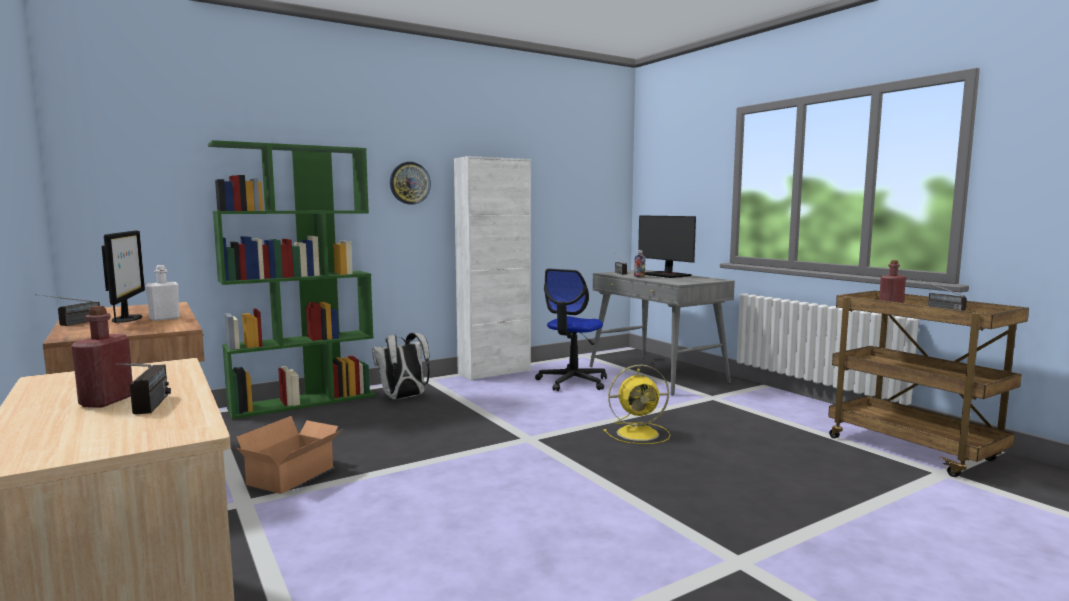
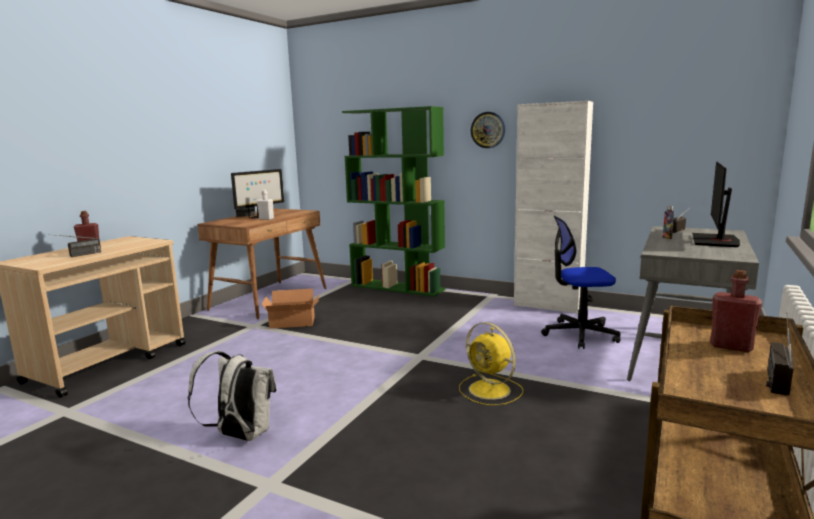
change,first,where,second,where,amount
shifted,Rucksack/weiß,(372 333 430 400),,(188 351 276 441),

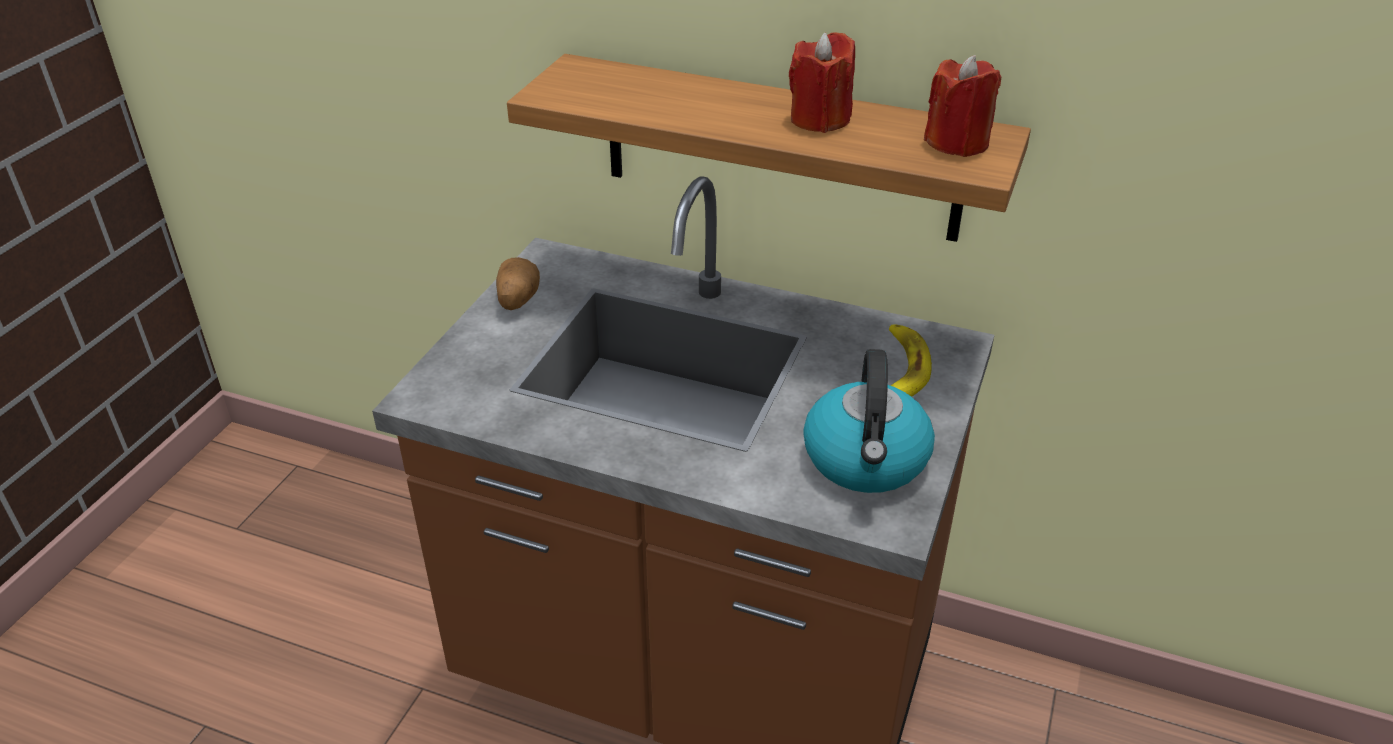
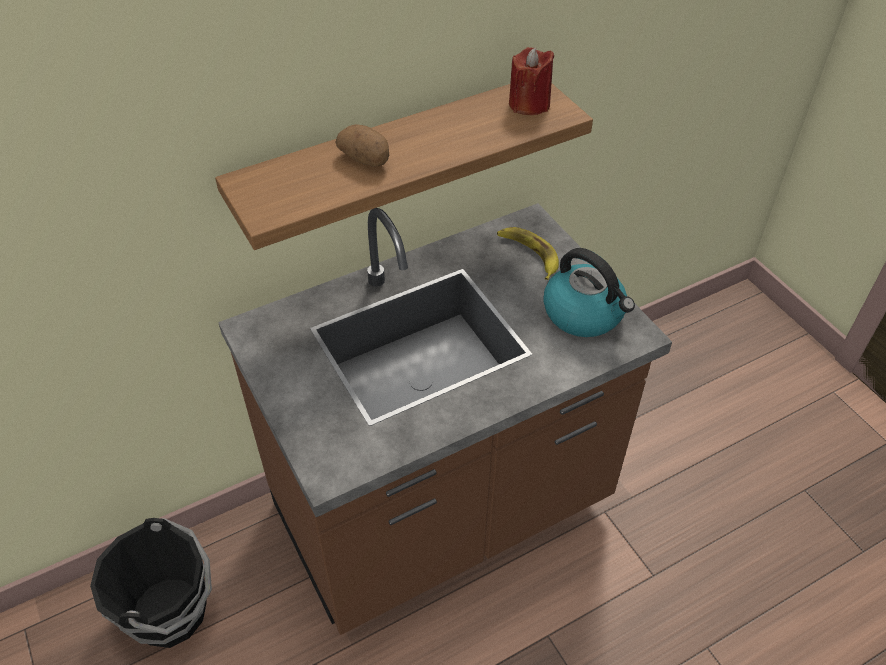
change,first,where,second,where,amount
gone,Kerze/rot,(789 32 855 133),,,
new,,,Eimer/schwarz,(90 518 212 648),
shifted,Kartoffel,(496 257 540 310),,(335 124 389 167),

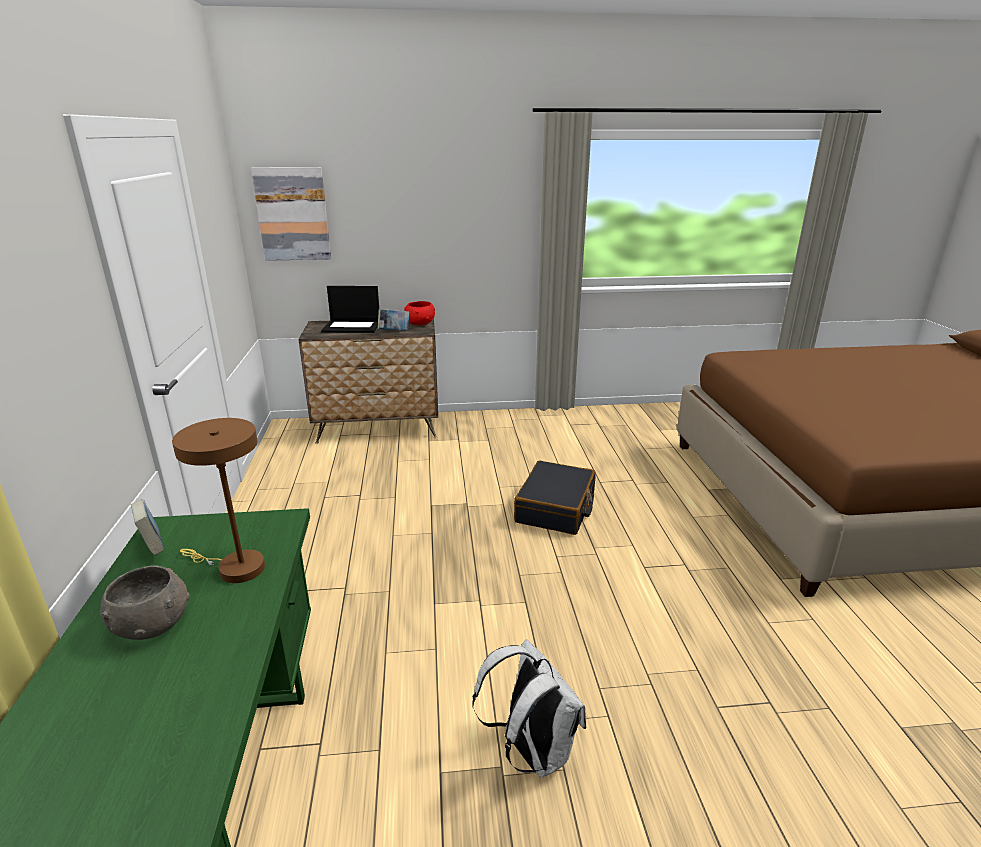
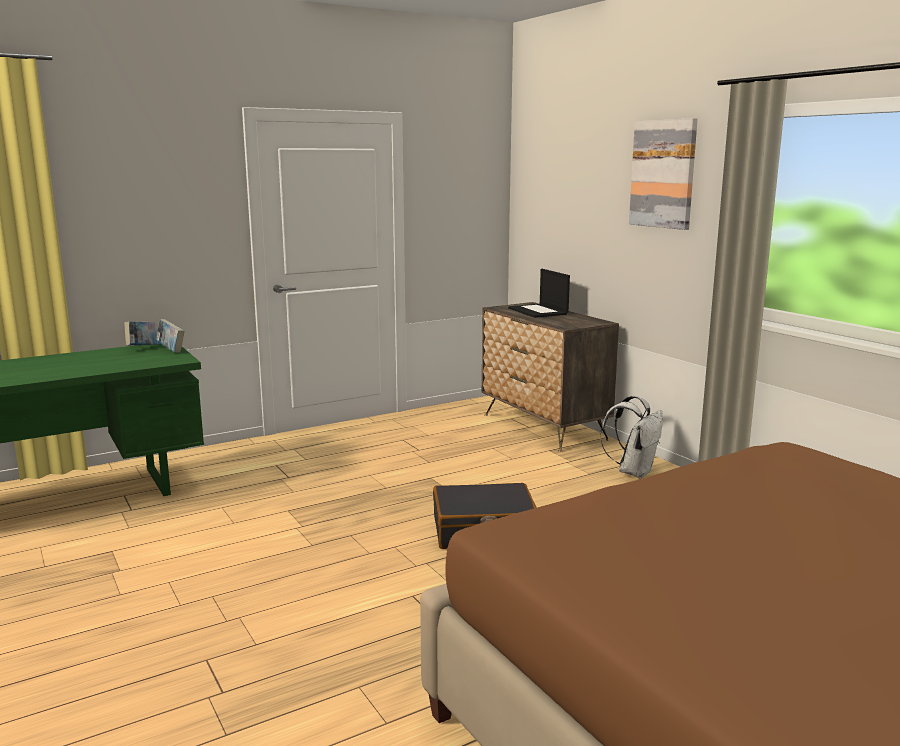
change,first,where,second,where,amount
gone,Schüssel/grau,(100 566 190 640),,,
gone,Tischlampe/braun,(172 418 265 583),,,
gone,Schüssel/rot,(404 301 435 325),,,
shifted,Bild,(251 167 331 261),,(629 118 698 230),
shifted,Buch,(378 309 410 331),,(156 319 185 353),
shifted,Rucksack/weiß,(472 639 586 777),,(600 396 663 478),

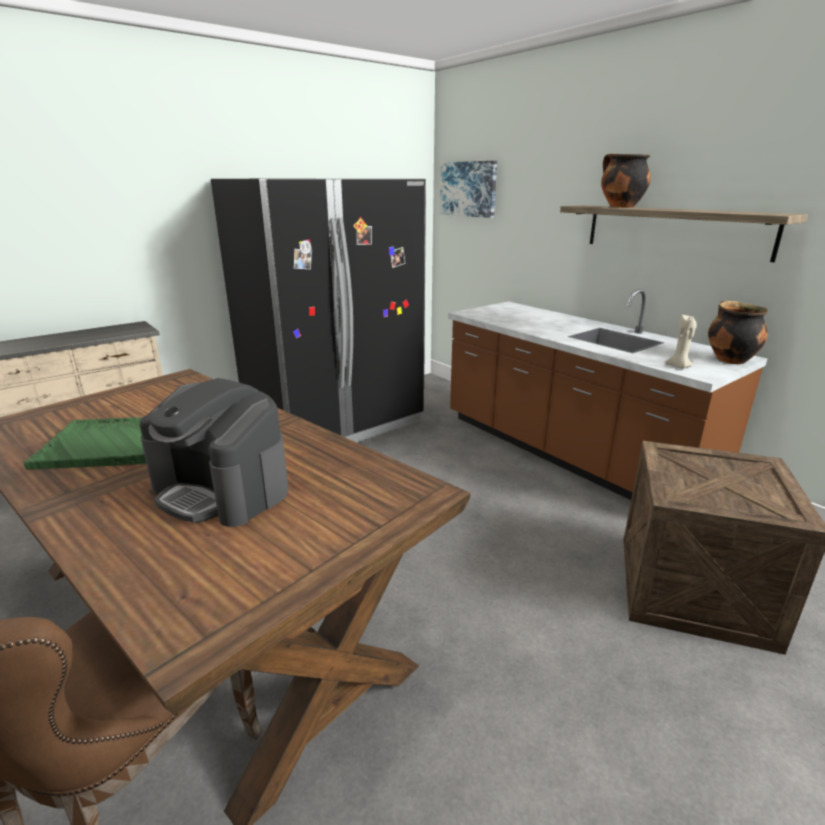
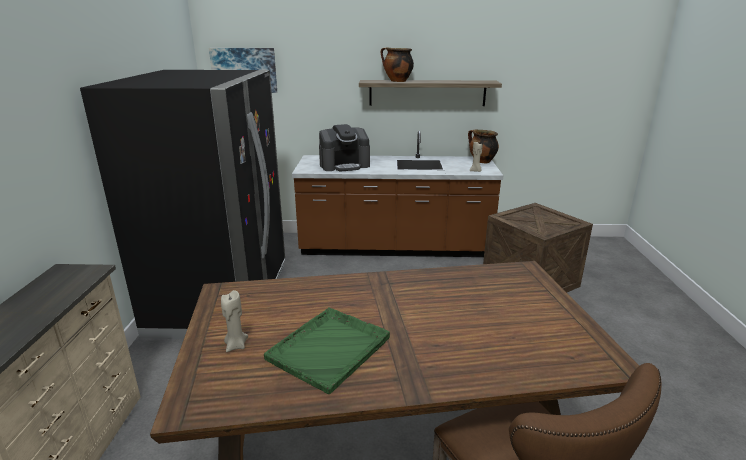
change,first,where,second,where,amount
new,,,Kerze/beige,(221 290 248 352),
shifted,Kaffeemaschine,(140 378 289 527),,(319 124 370 172),

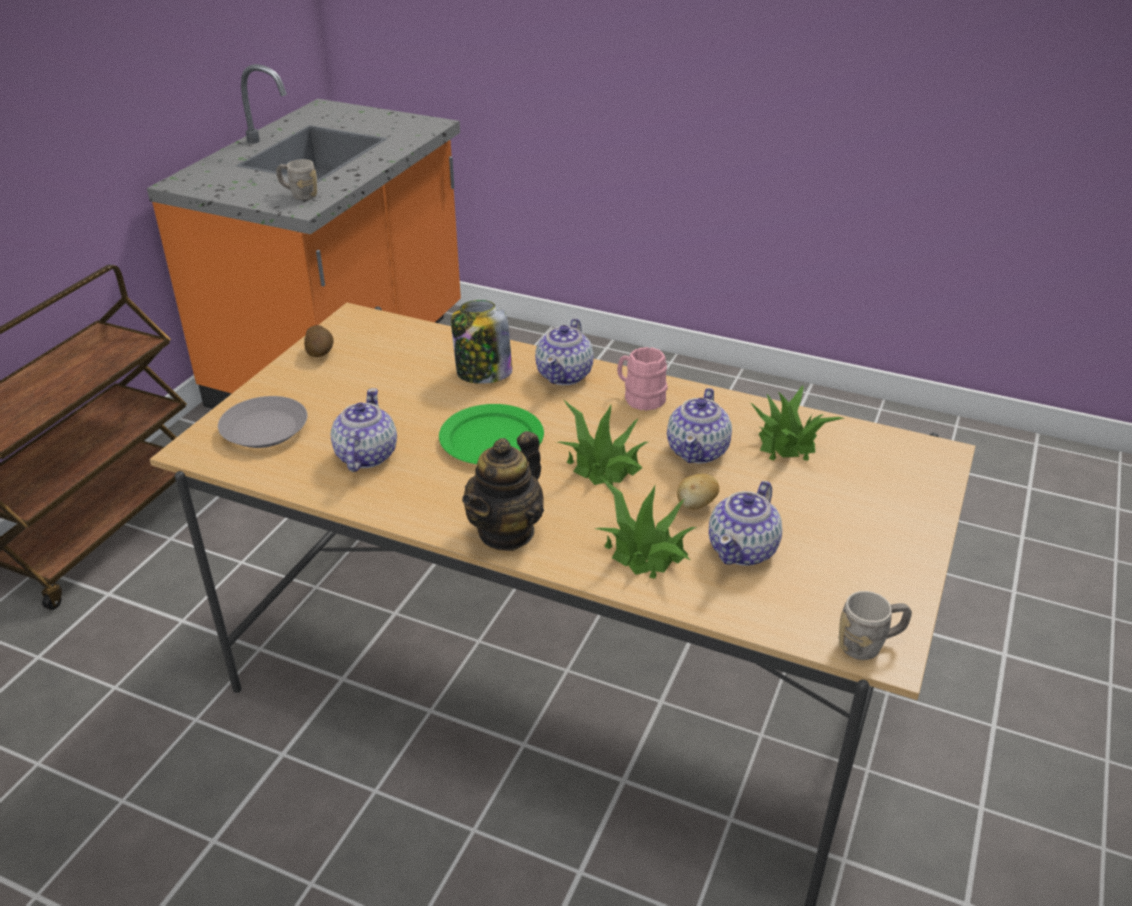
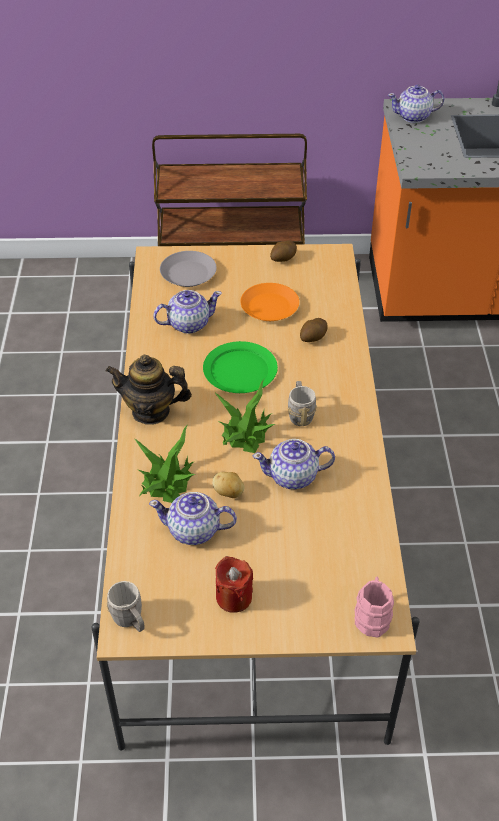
change,first,where,second,where,amount
gone,Topfpflanze,(749 385 844 461),,,
new,,,Kerze/rot,(215 556 253 613),
new,,,Teller/orange,(240 283 299 321),
shifted,Henkelbecher/grau,(276 159 317 200),,(288 381 317 426),
shifted,Teekanne,(535 318 594 385),,(388 85 444 123),
shifted,Henkelbecher/rosa,(617 347 668 411),,(355 577 394 638),
swapped,Vorratsglas,(451 300 512 384),Kartoffel,(300 318 327 342),

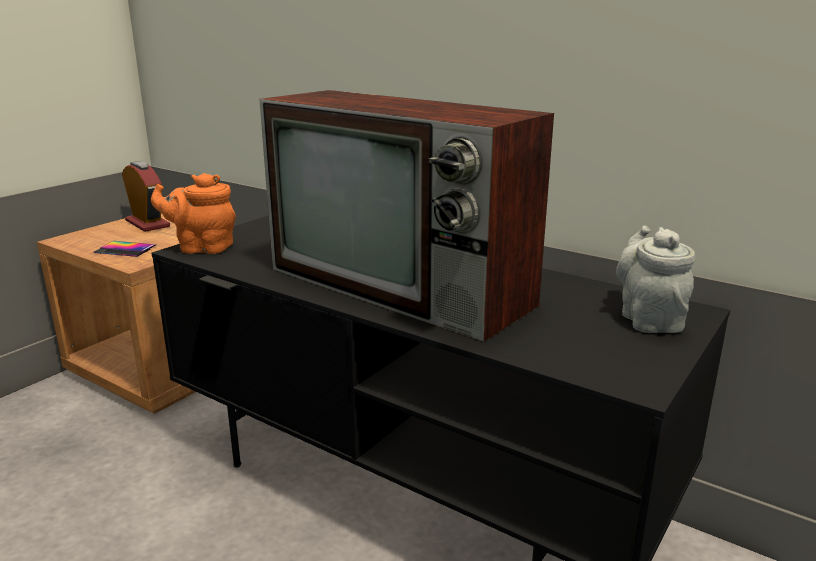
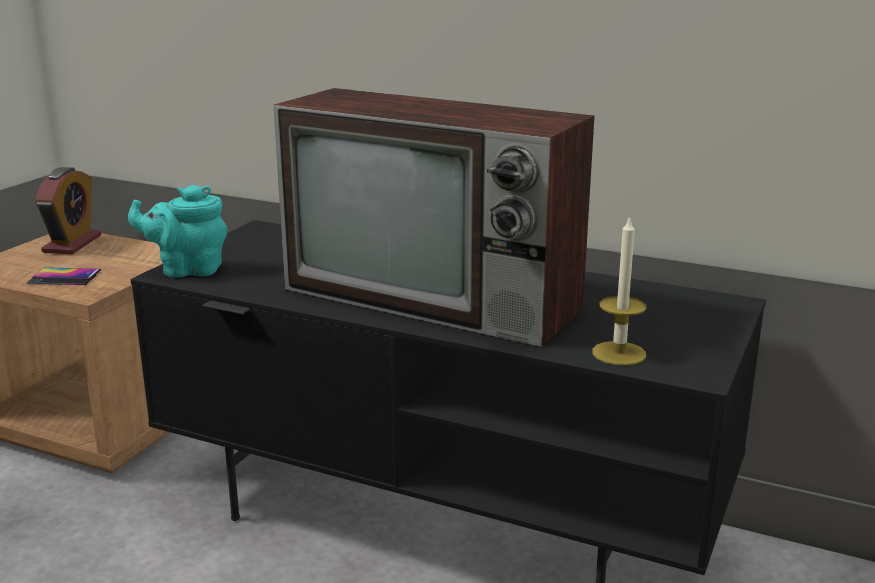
change,first,where,second,where,amount
gone,Teekanne/grau,(616 226 695 333),,,
new,,,Kerze,(592 216 646 366),
repainted,Teekanne/orange,(151 173 236 254),Teekanne/türkis,(128 185 228 278),
rotated,Wecker,(122 161 170 232),,(35 167 101 254),60 degrees clockwise

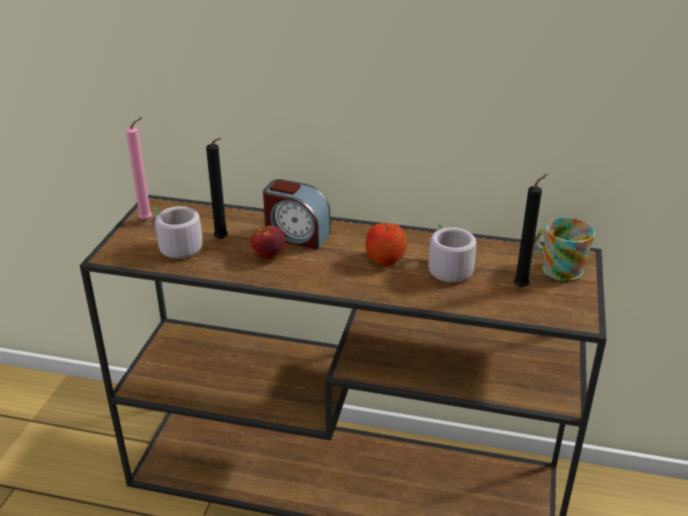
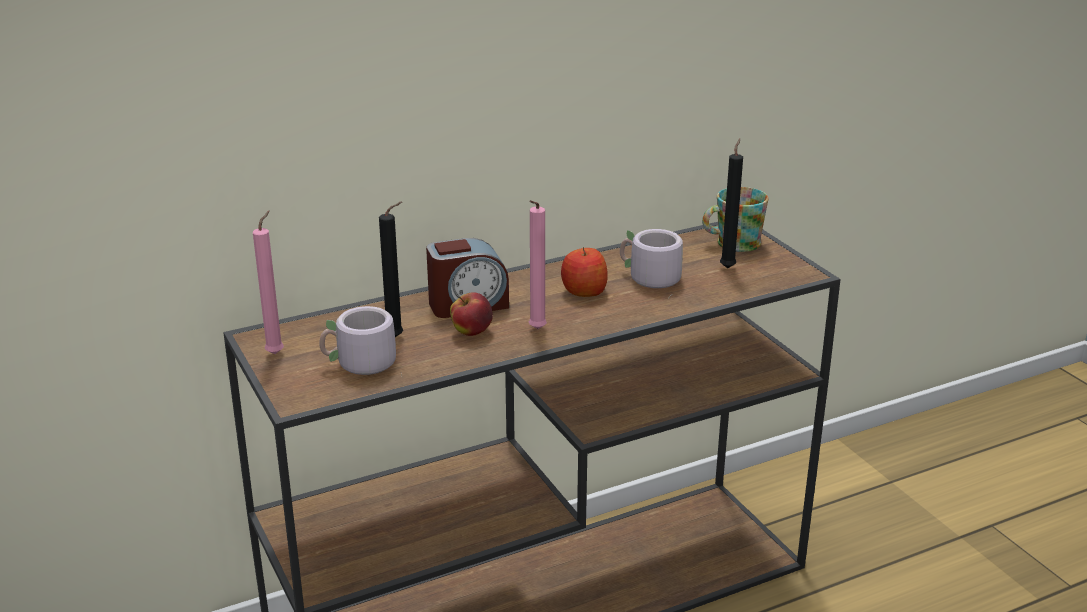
change,first,where,second,where,amount
new,,,Kerze/rosa,(529 200 547 329),

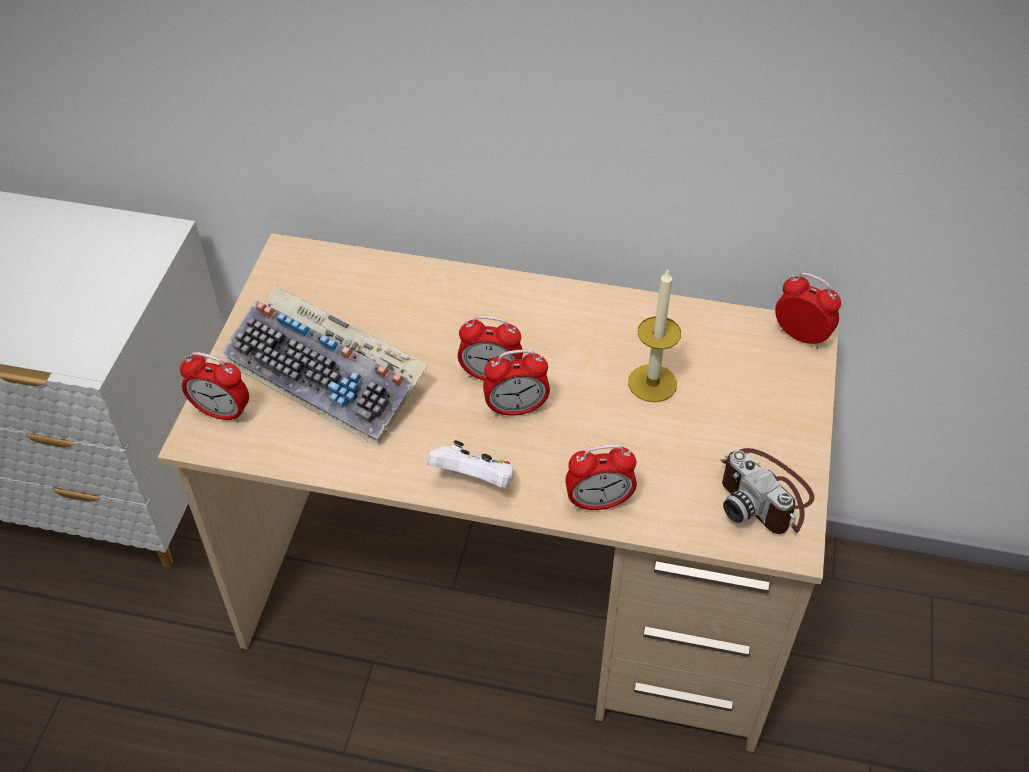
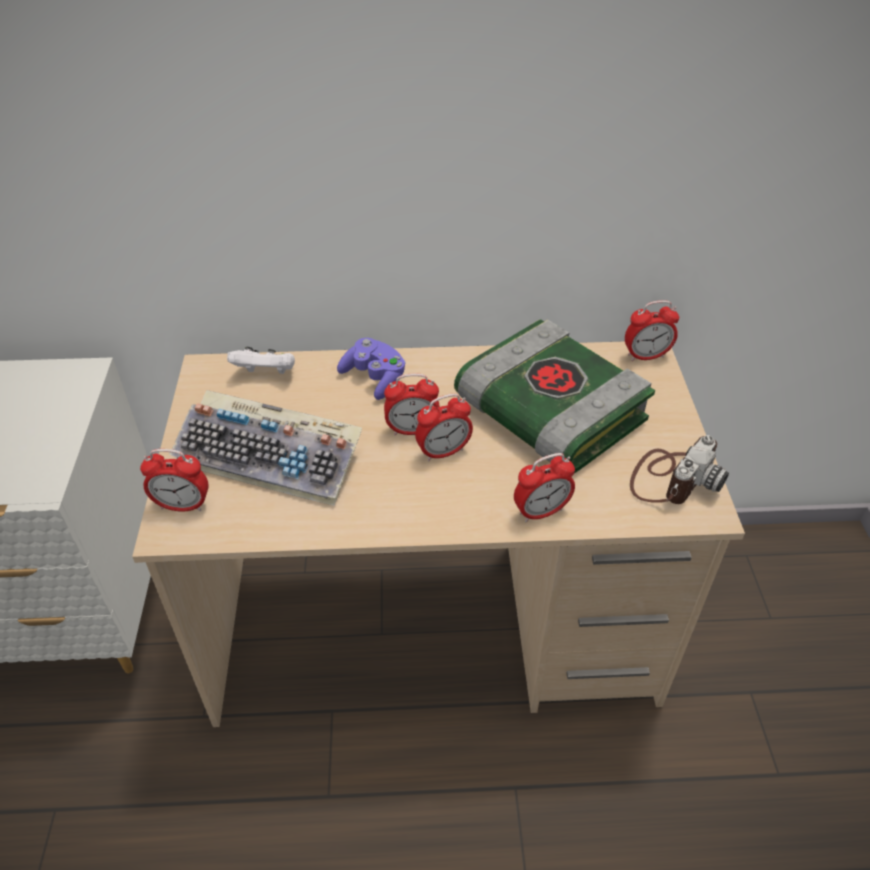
change,first,where,second,where,amount
new,,,Gamepad/lila,(337 338 405 400),
shifted,Gamepad/weiß,(427 440 514 488),,(227 347 295 374),
swapped,Kerze,(628 268 681 402),Buch,(454 319 655 473),
rotated,Kamera,(721 448 814 534),,(630 435 729 504),90 degrees counterclockwise
rotated,Wecker,(775 273 841 349),,(625 300 679 361),150 degrees clockwise

